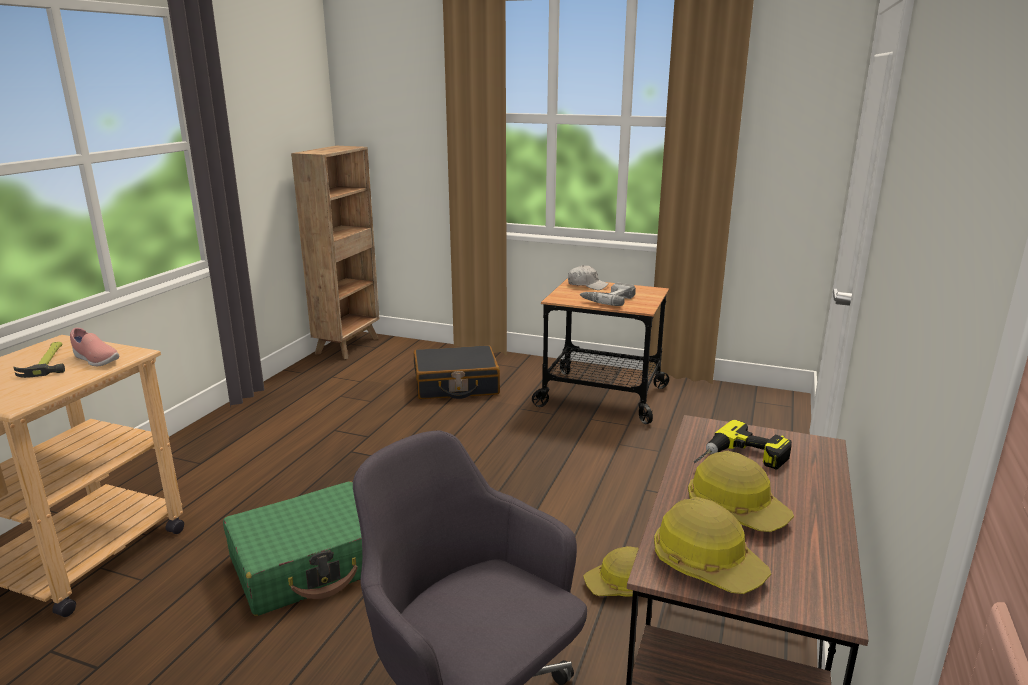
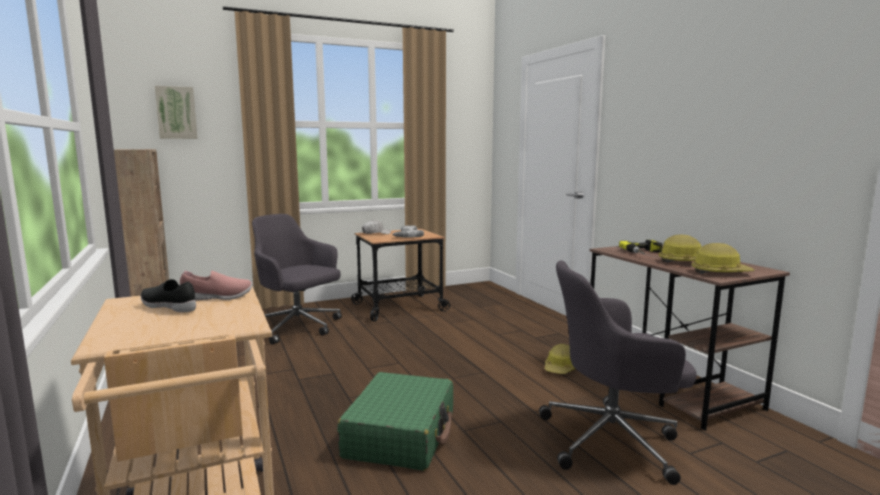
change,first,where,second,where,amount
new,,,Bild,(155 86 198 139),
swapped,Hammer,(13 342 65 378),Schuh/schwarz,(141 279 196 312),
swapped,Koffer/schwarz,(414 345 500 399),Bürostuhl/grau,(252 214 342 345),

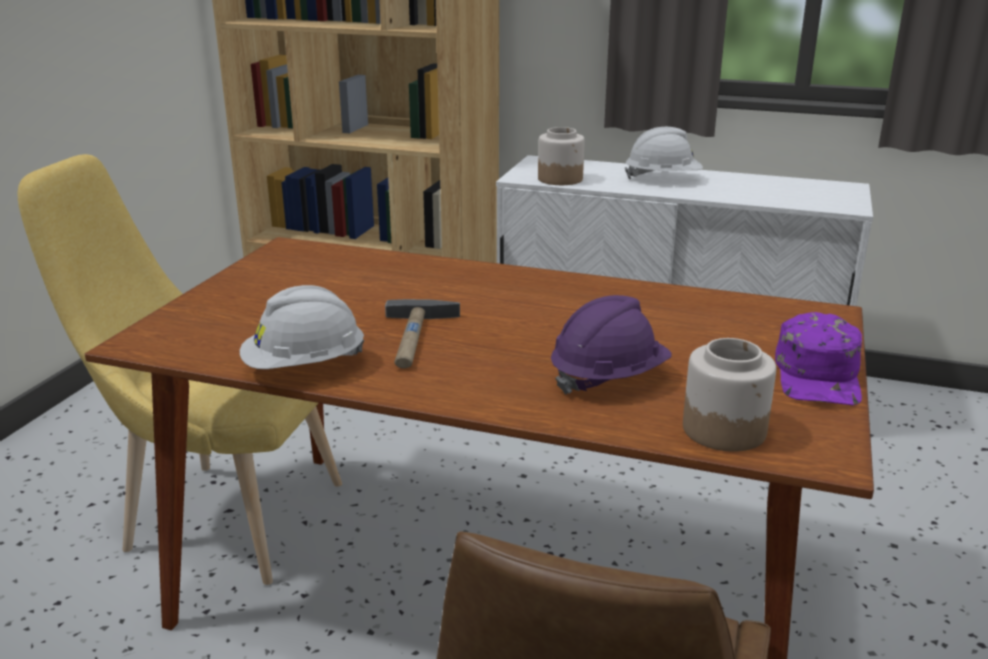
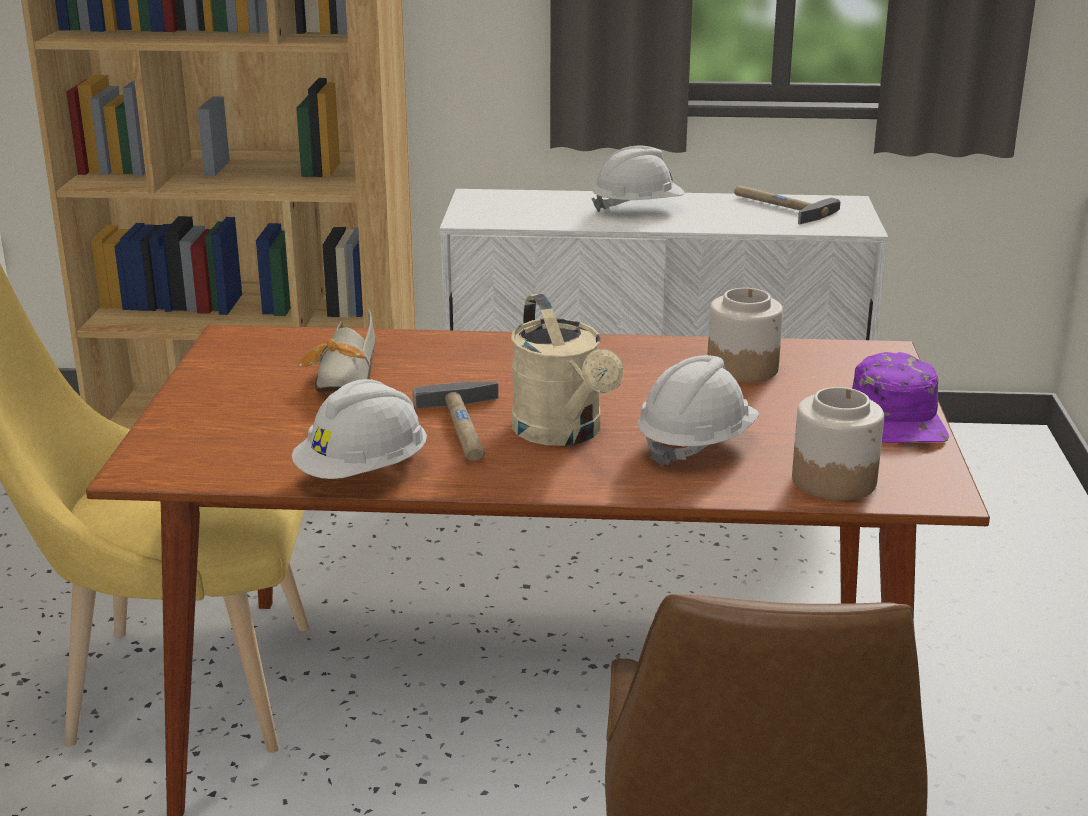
change,first,where,second,where,amount
new,,,Schuh,(297 309 375 393),
new,,,Gießkanne/beige,(511 294 624 446),
new,,,Hammer,(734 185 840 224),
shifted,Vorratsglas,(538 127 585 185),,(707 288 783 382),
repainted,Schutzhelm/lila,(551 295 672 395),Schutzhelm/weiß,(638 355 760 467),

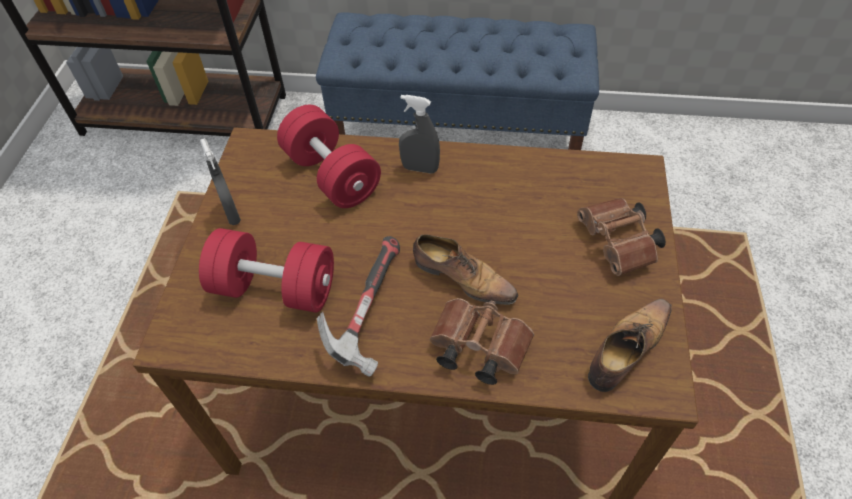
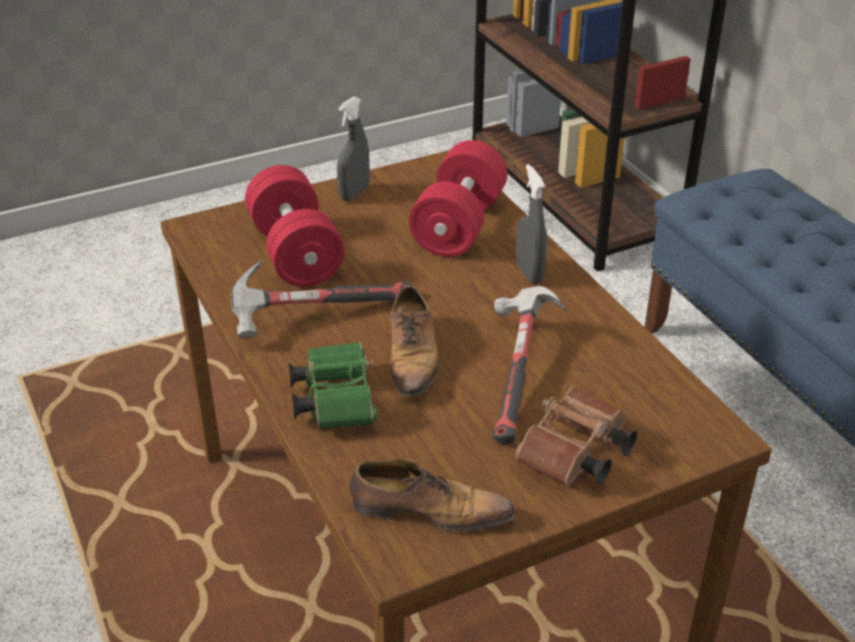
change,first,where,second,where,amount
new,,,Hammer,(492 286 567 445),
repainted,Fernglas/braun,(430 298 534 385),Fernglas/grün,(288 342 377 429),

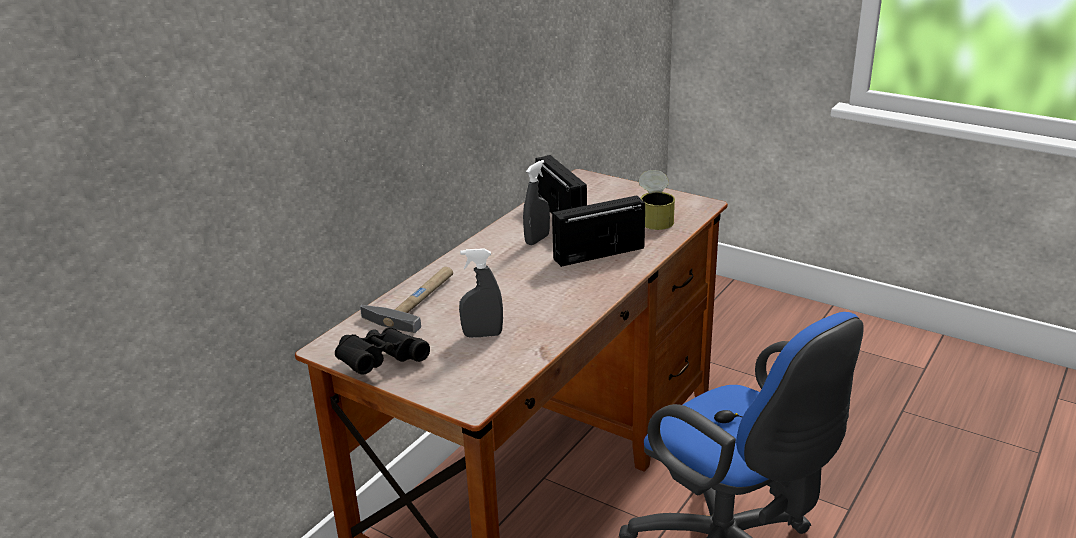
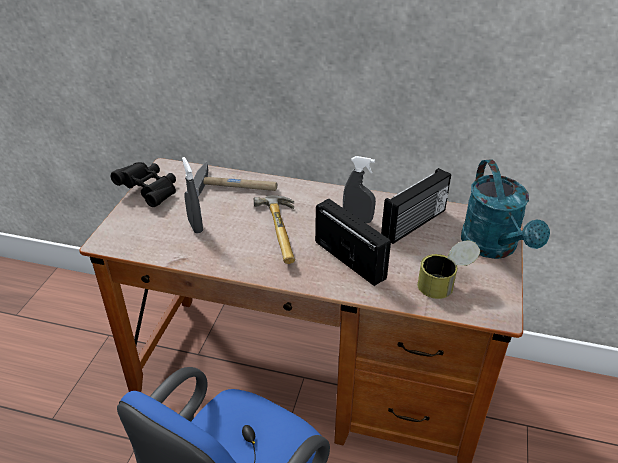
change,first,where,second,where,amount
new,,,Hammer,(254 195 295 264),
new,,,Gießkanne/türkis,(461 159 550 259),

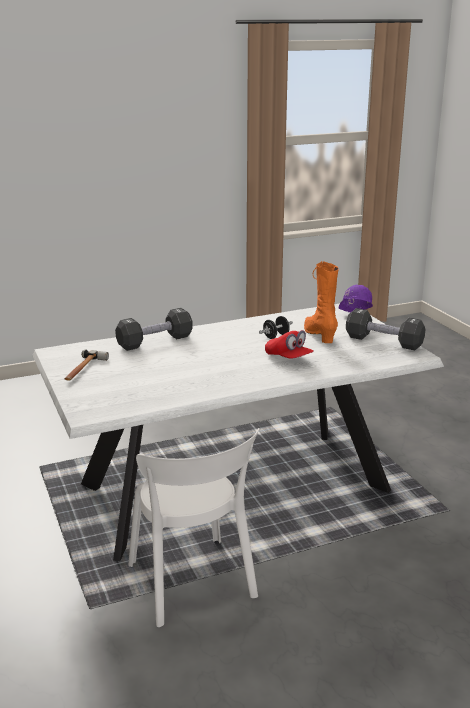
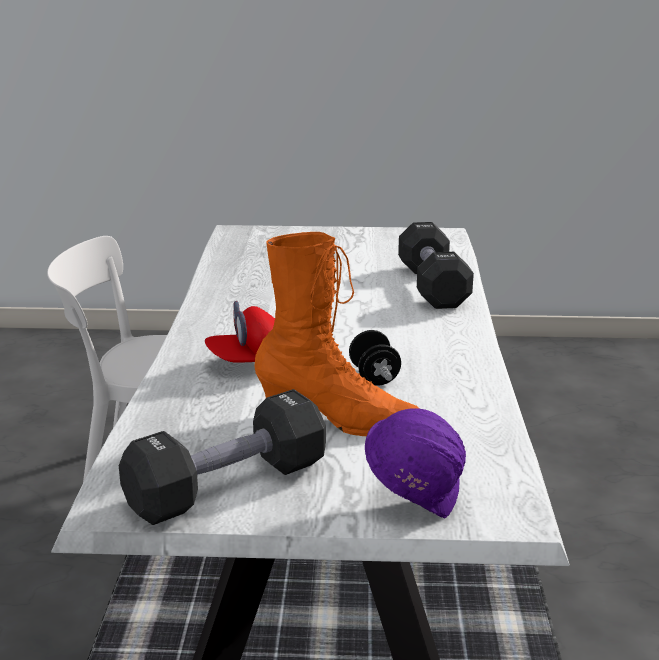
change,first,where,second,where,amount
gone,Hammer,(65 350 109 381),,,

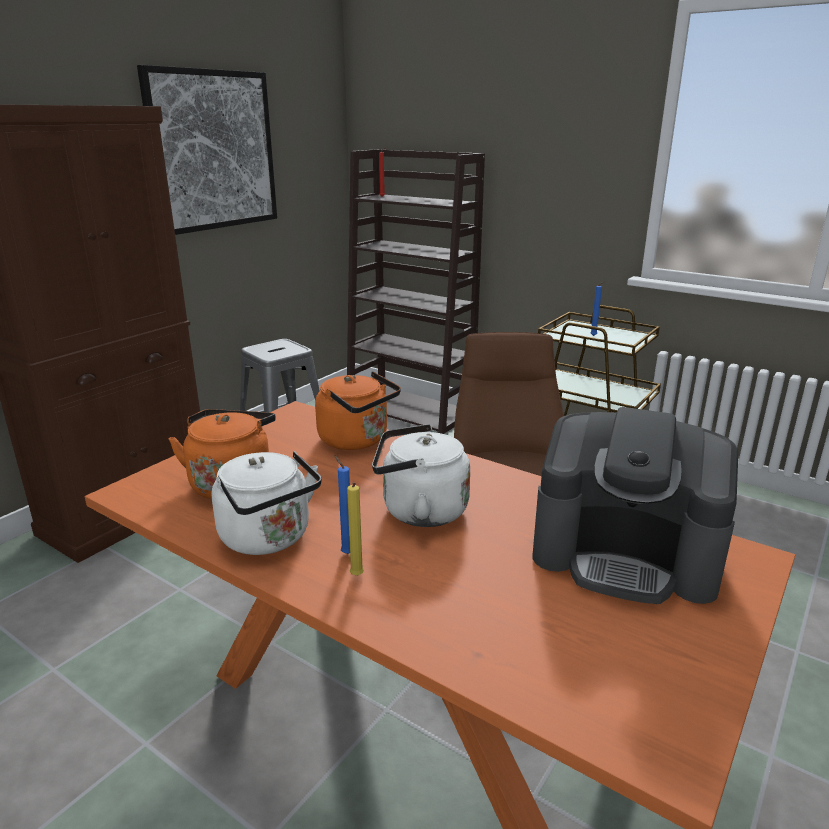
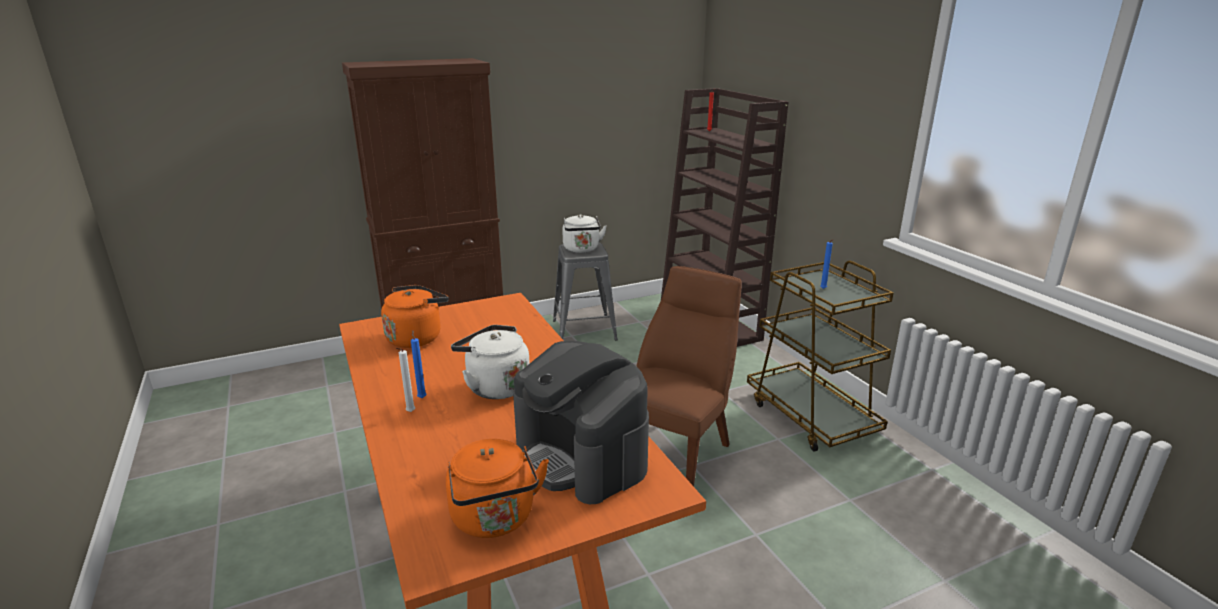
change,first,where,second,where,amount
gone,Bild,(137 65 277 235),,,
shifted,Wasserkessel/weiß,(212 451 322 555),,(562 214 607 253),
shifted,Wasserkessel/orange,(315 371 401 450),,(446 439 549 538),
repainted,Kerze/gelb,(347 483 364 576),Kerze/weiß,(396 348 415 412),

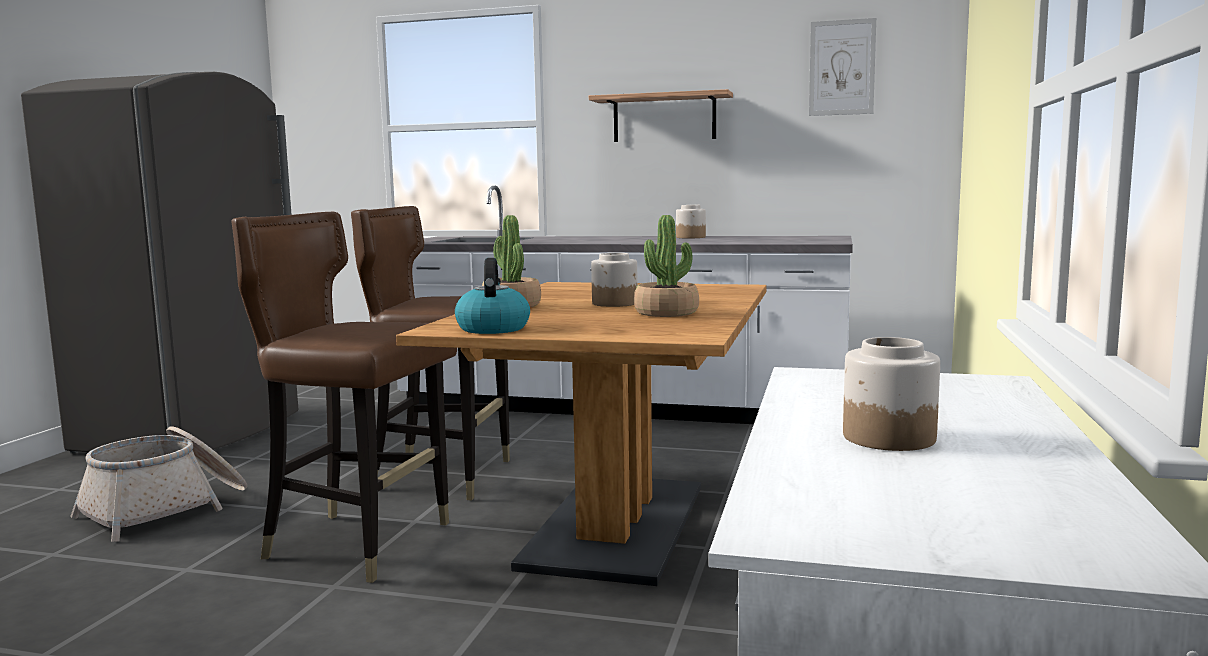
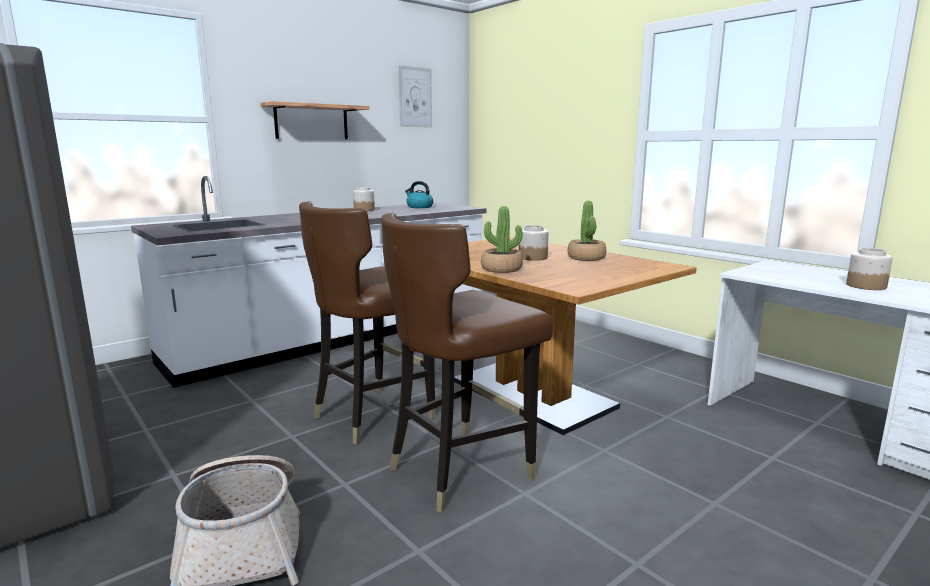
change,first,where,second,where,amount
shifted,Wasserkessel,(455 258 530 334),,(405 181 433 208),

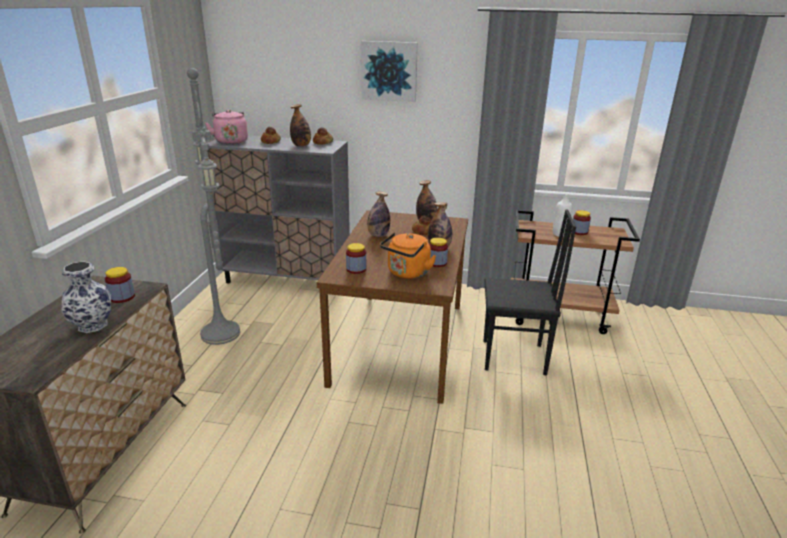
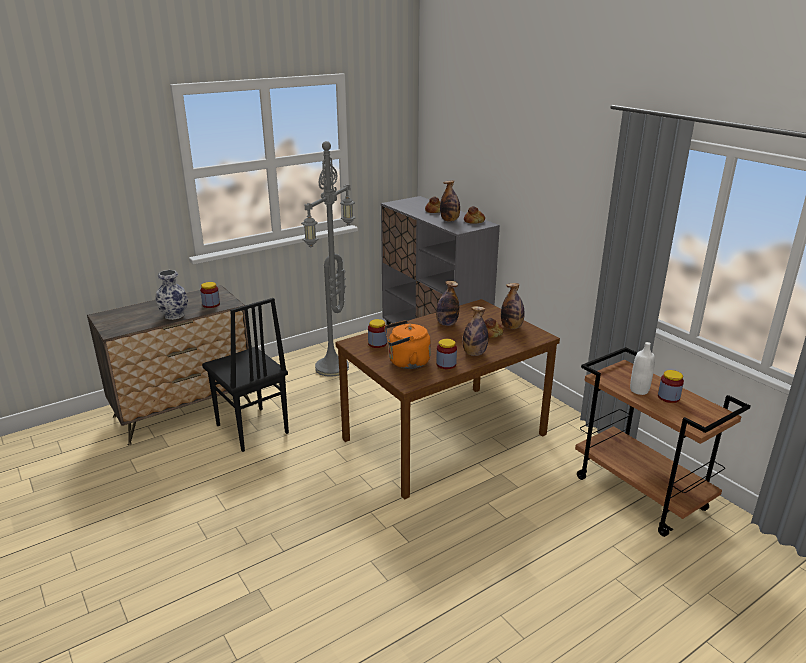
change,first,where,second,where,amount
gone,Wasserkessel/rosa,(205 110 248 144),,,
gone,Bild,(361 41 418 102),,,
shifted,Stuhl/schwarz,(484 209 576 375),,(202 298 289 452),

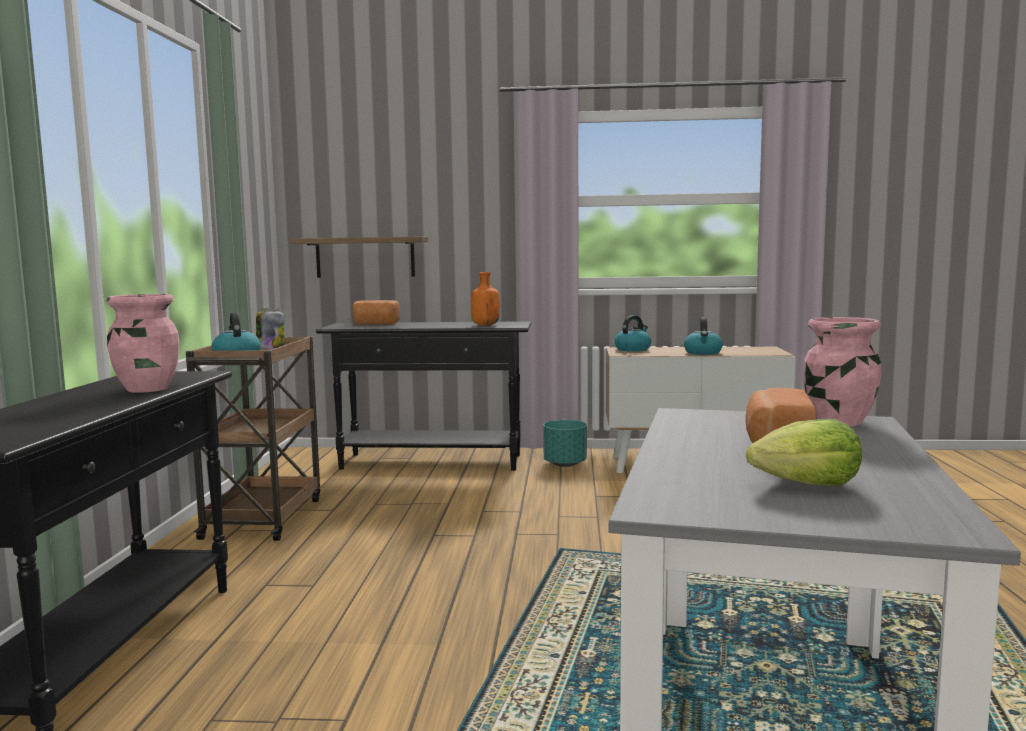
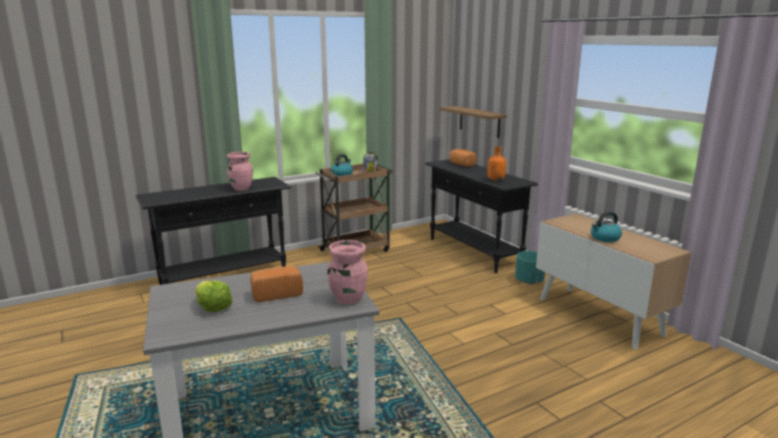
change,first,where,second,where,amount
gone,Wasserkessel,(614 315 651 352),,,

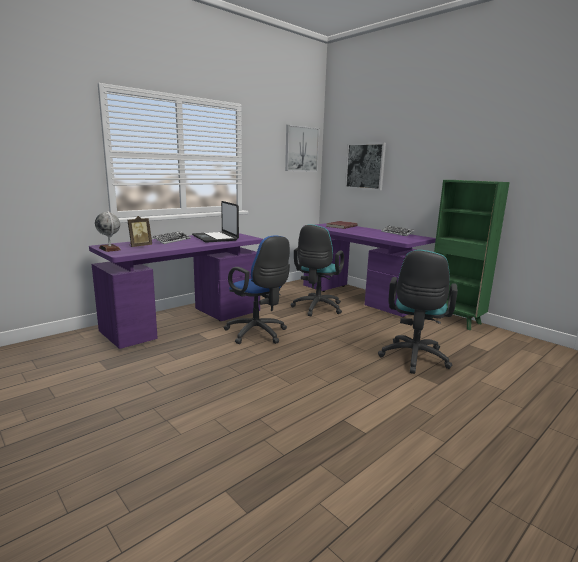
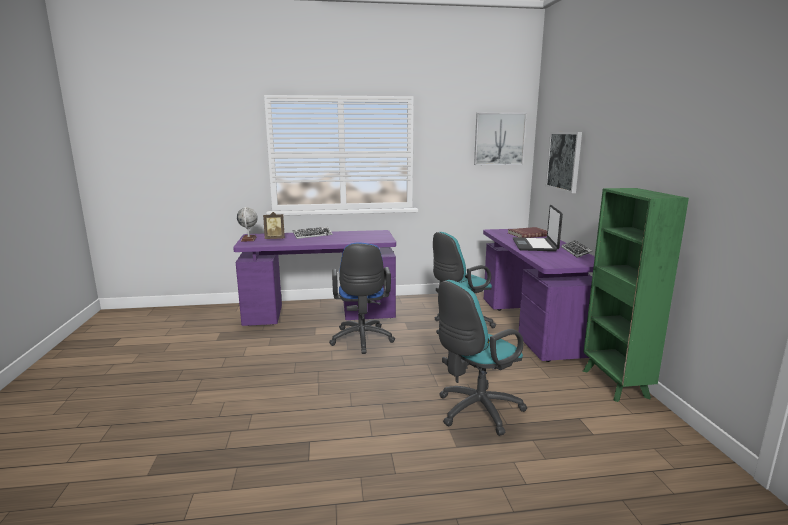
change,first,where,second,where,amount
shifted,Laptop,(192 201 239 243),,(513 205 563 251),

